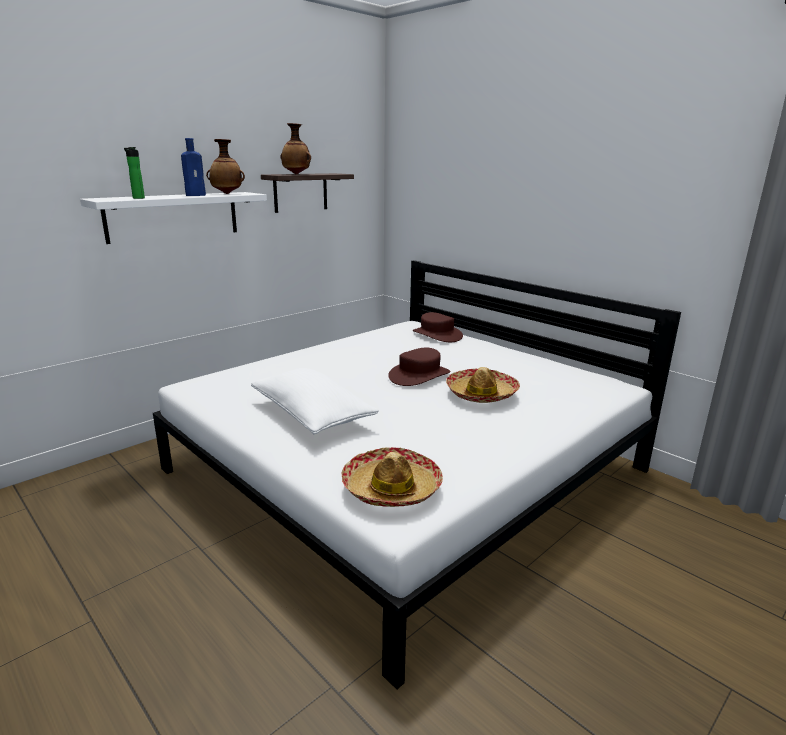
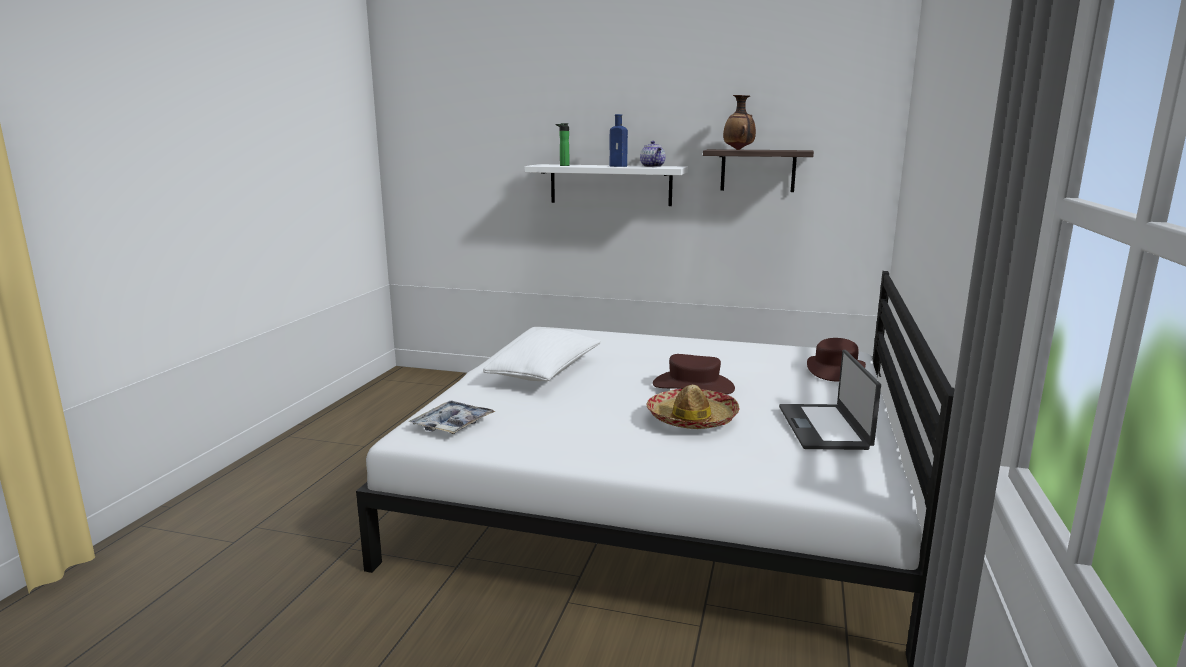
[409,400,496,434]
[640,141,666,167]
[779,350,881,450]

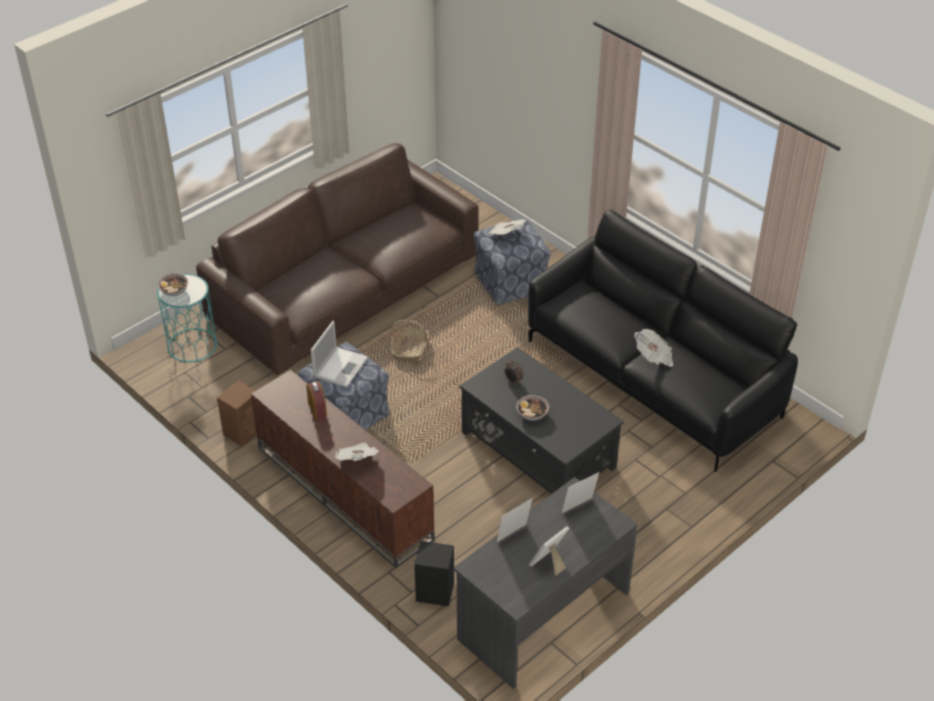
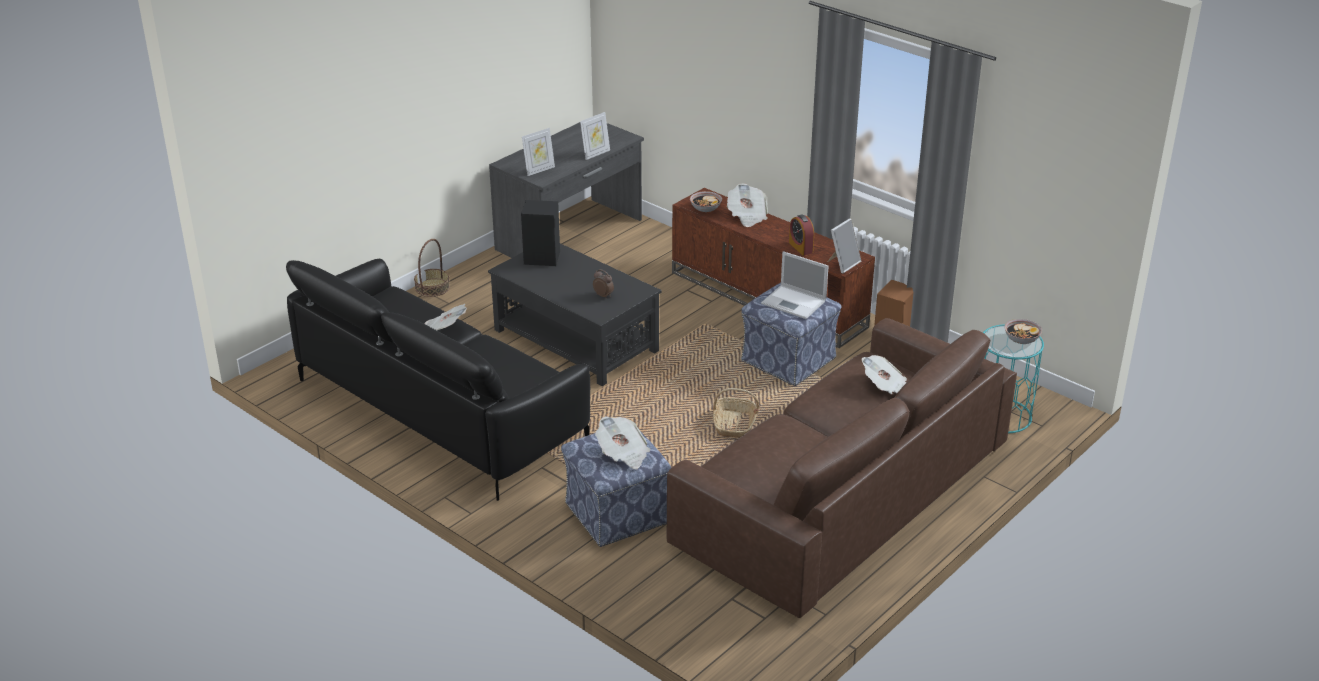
[414,239,450,297]
[521,200,560,266]
[690,191,722,212]
[761,251,829,319]
[828,218,861,273]
[862,355,907,394]

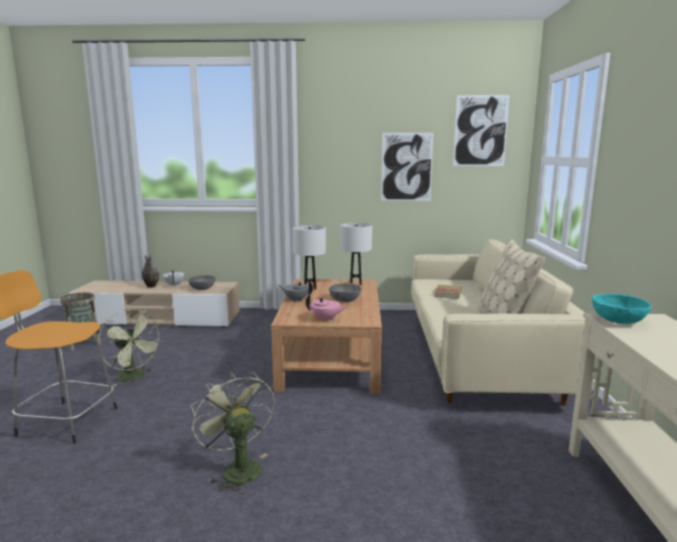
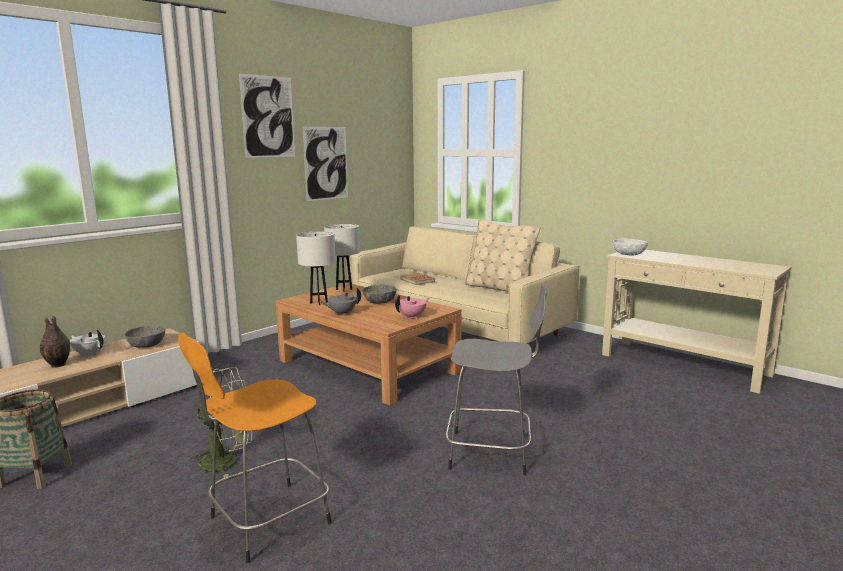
[239,73,295,158]
[445,285,547,475]
[613,238,648,256]

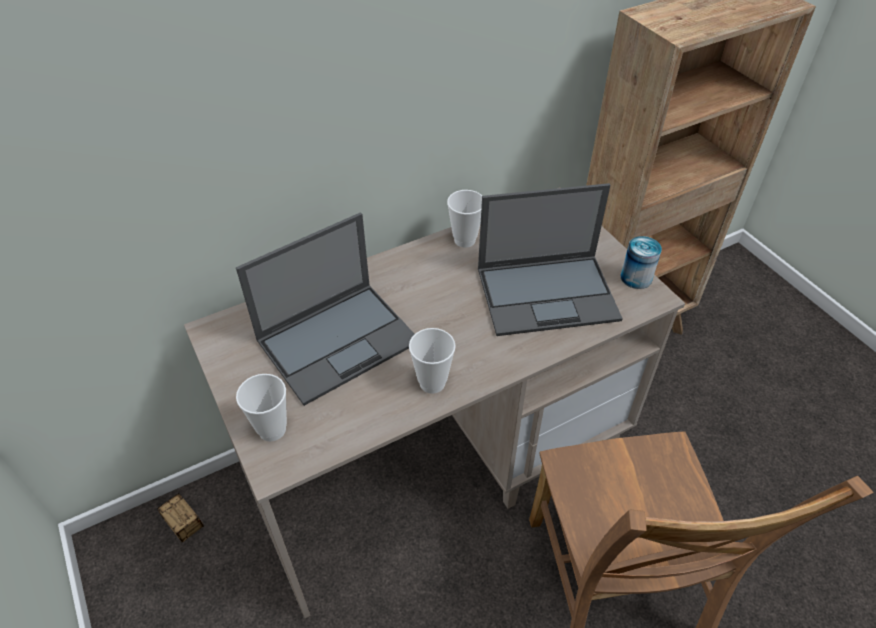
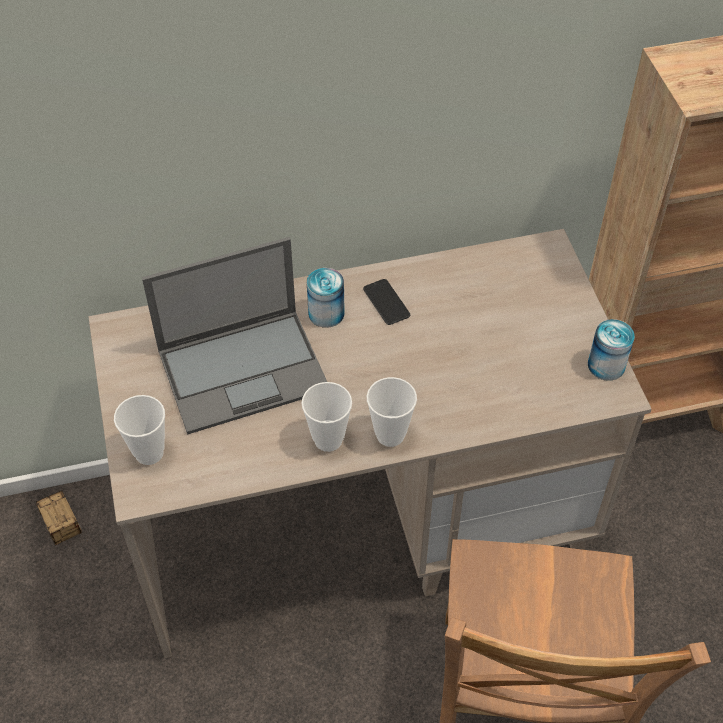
[307,268,345,328]
[363,279,410,325]
[367,377,417,447]
[478,183,623,336] (first image)

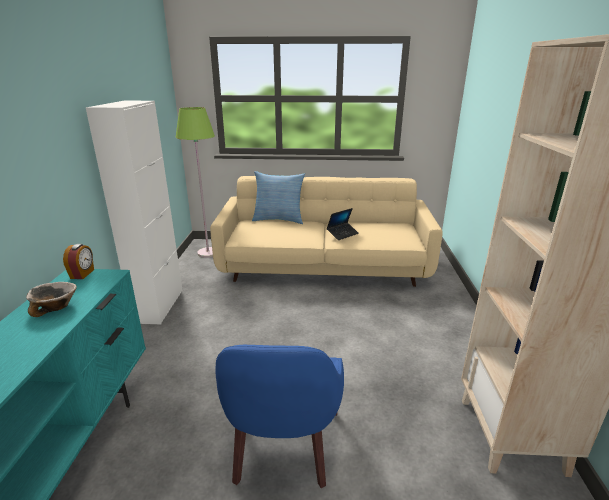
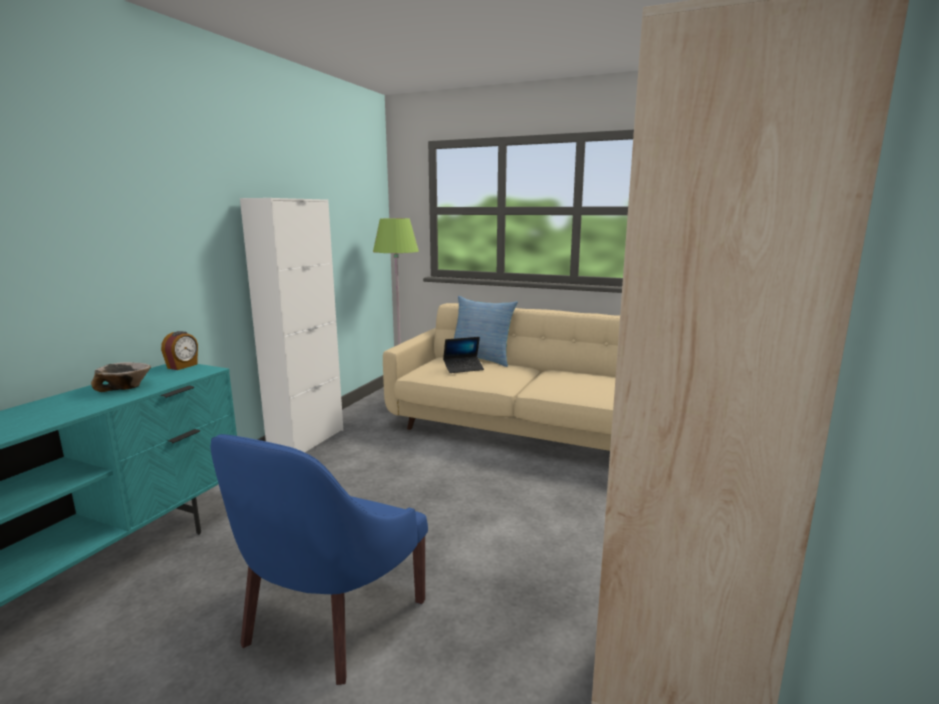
[443,337,484,373]

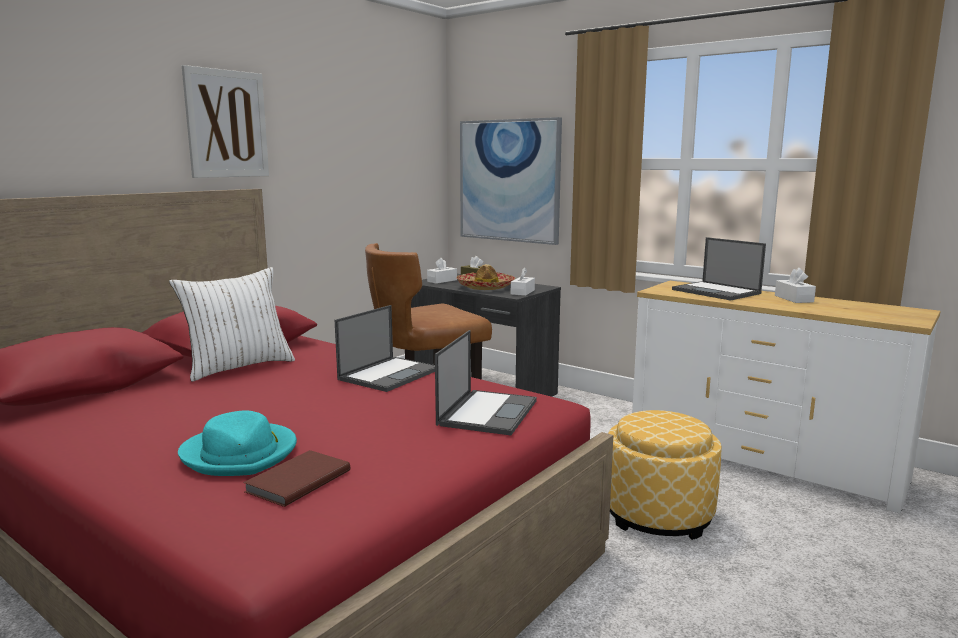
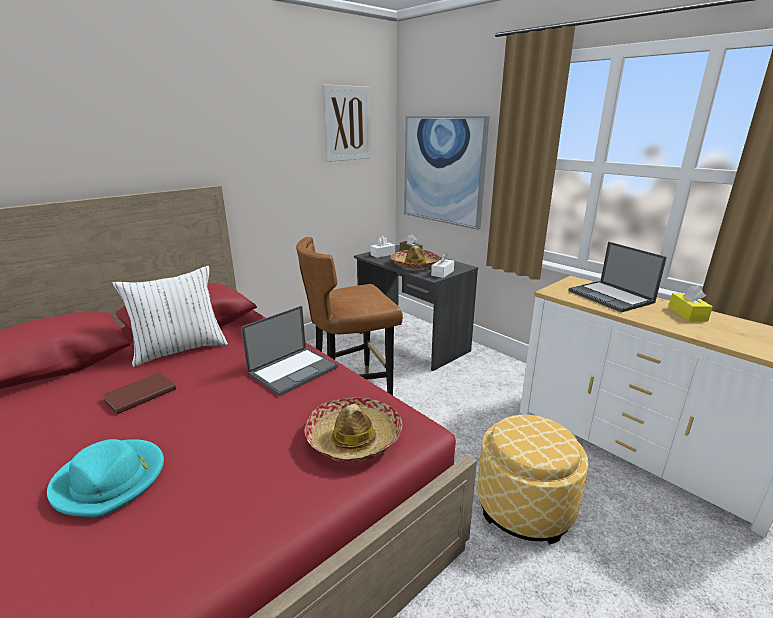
[102,372,176,414]
[304,398,403,462]
[322,84,371,162]
[669,285,713,321]

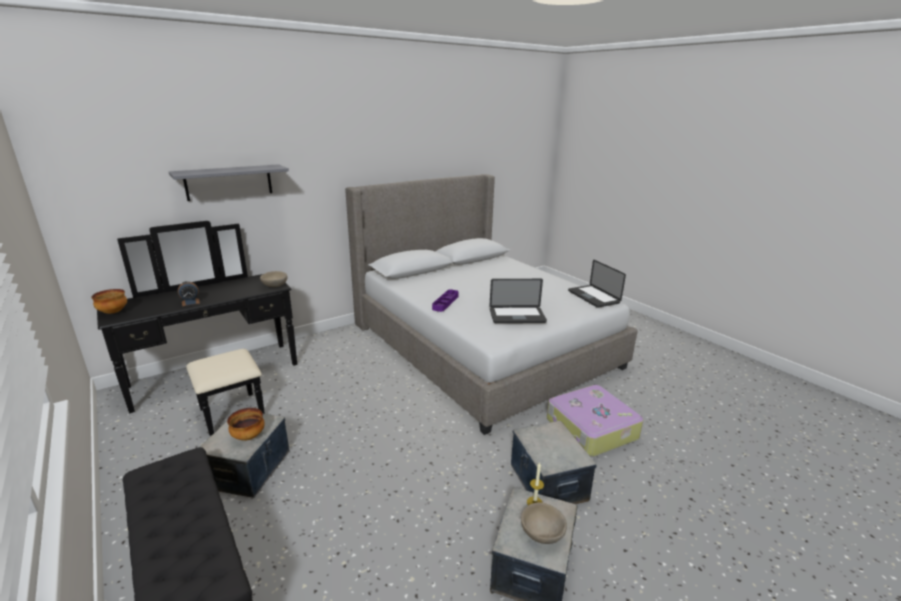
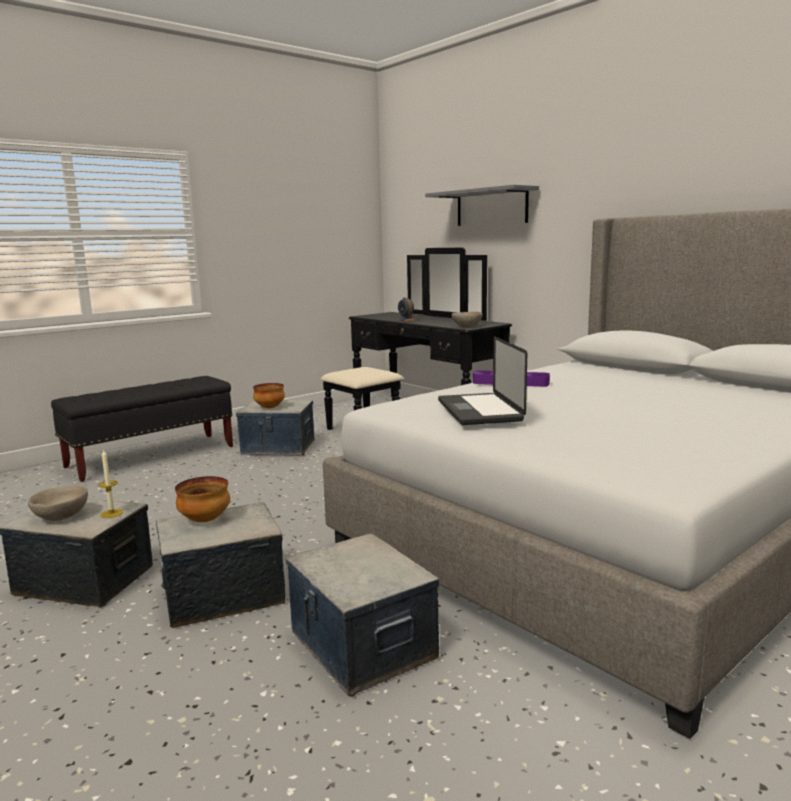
[175,476,230,522]
[286,533,440,697]
[568,260,626,308] (first image)

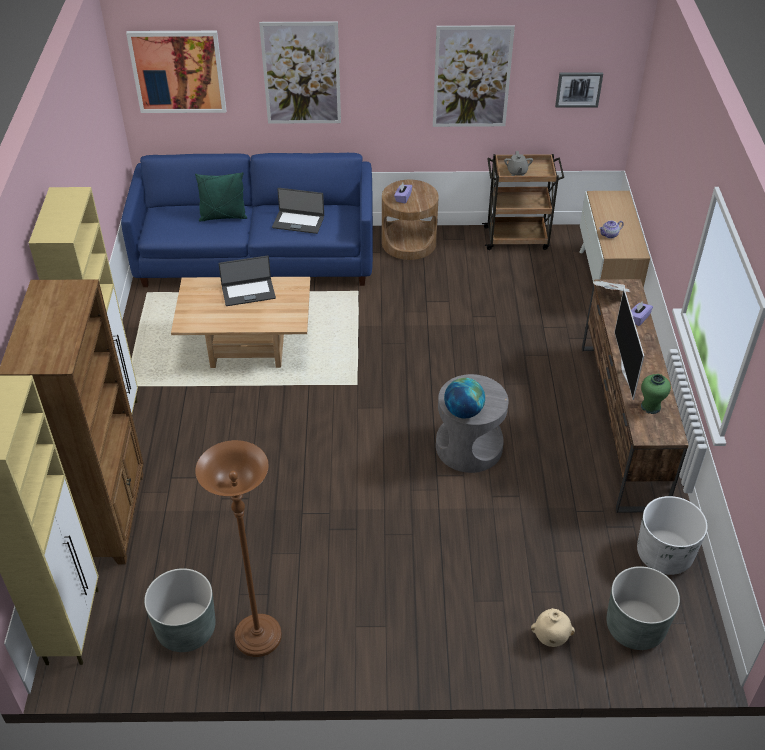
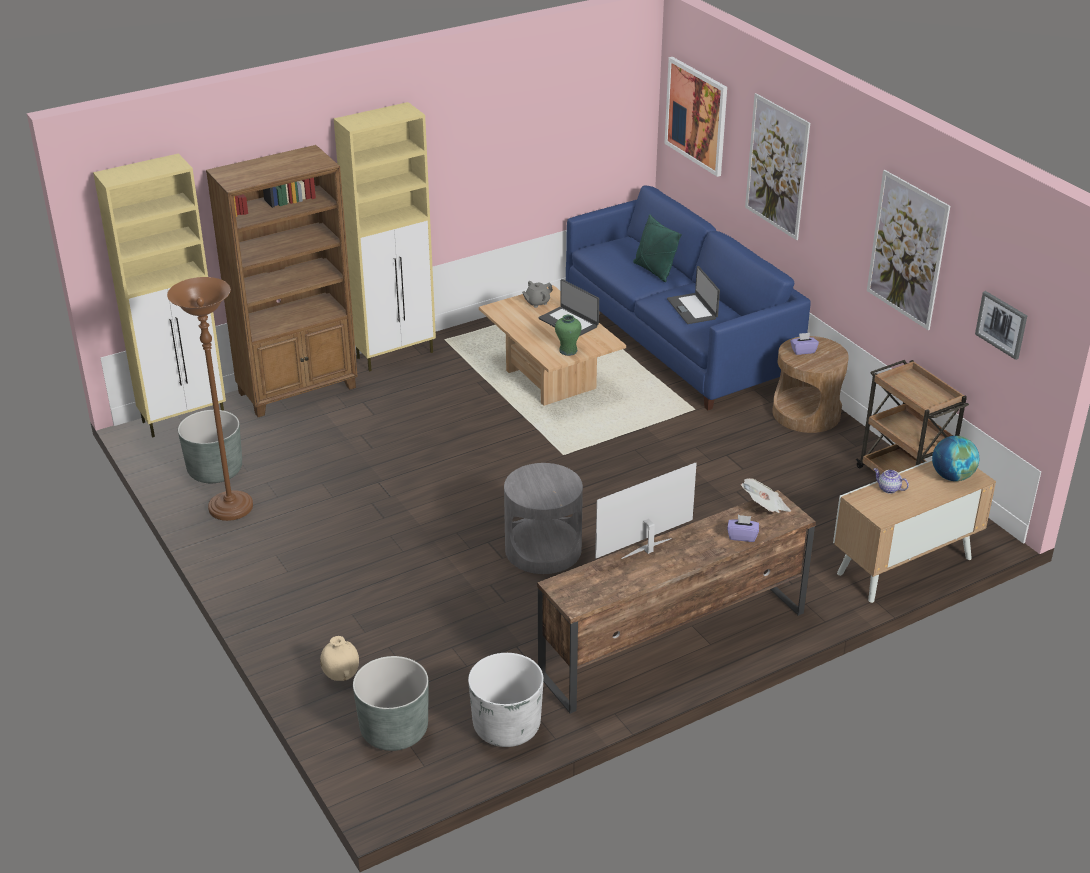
[522,281,553,308]
[555,315,582,356]
[932,436,979,481]

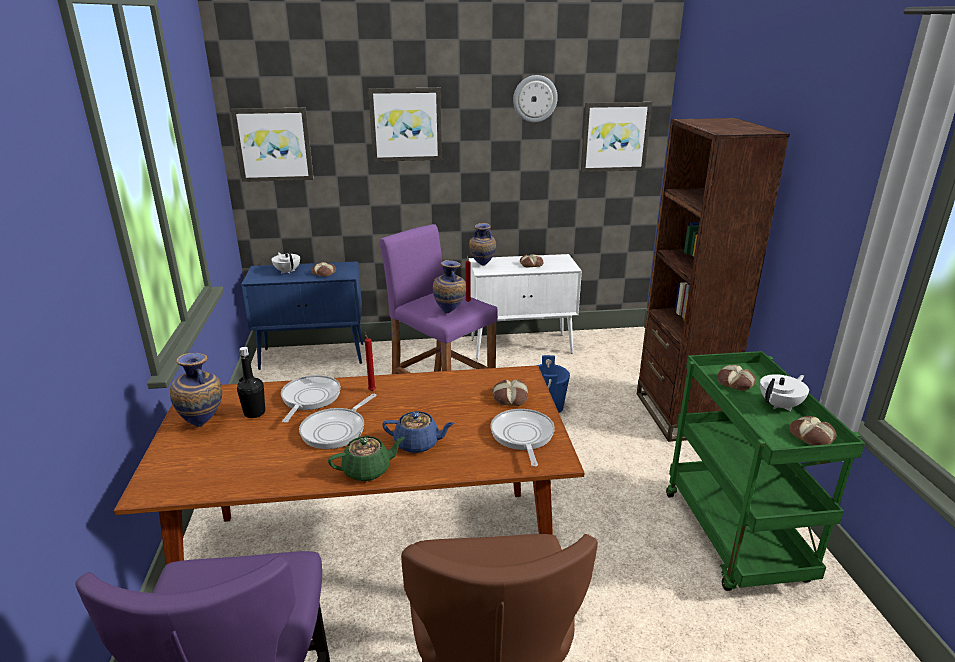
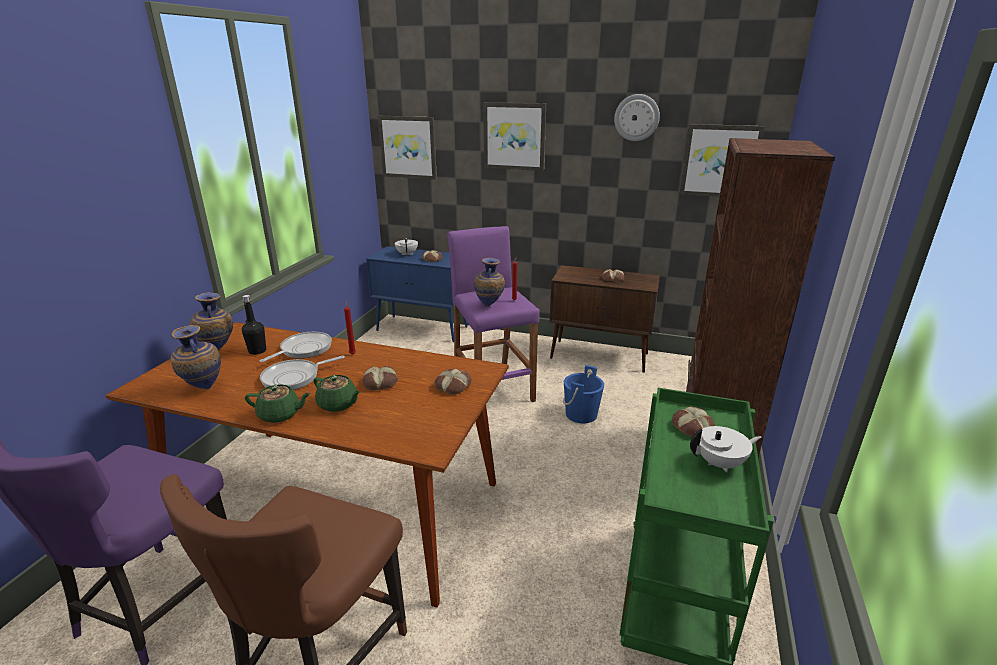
[171,325,221,389]
[313,375,360,412]
[363,366,398,391]
[550,265,660,373]
[490,409,555,467] (first image)

